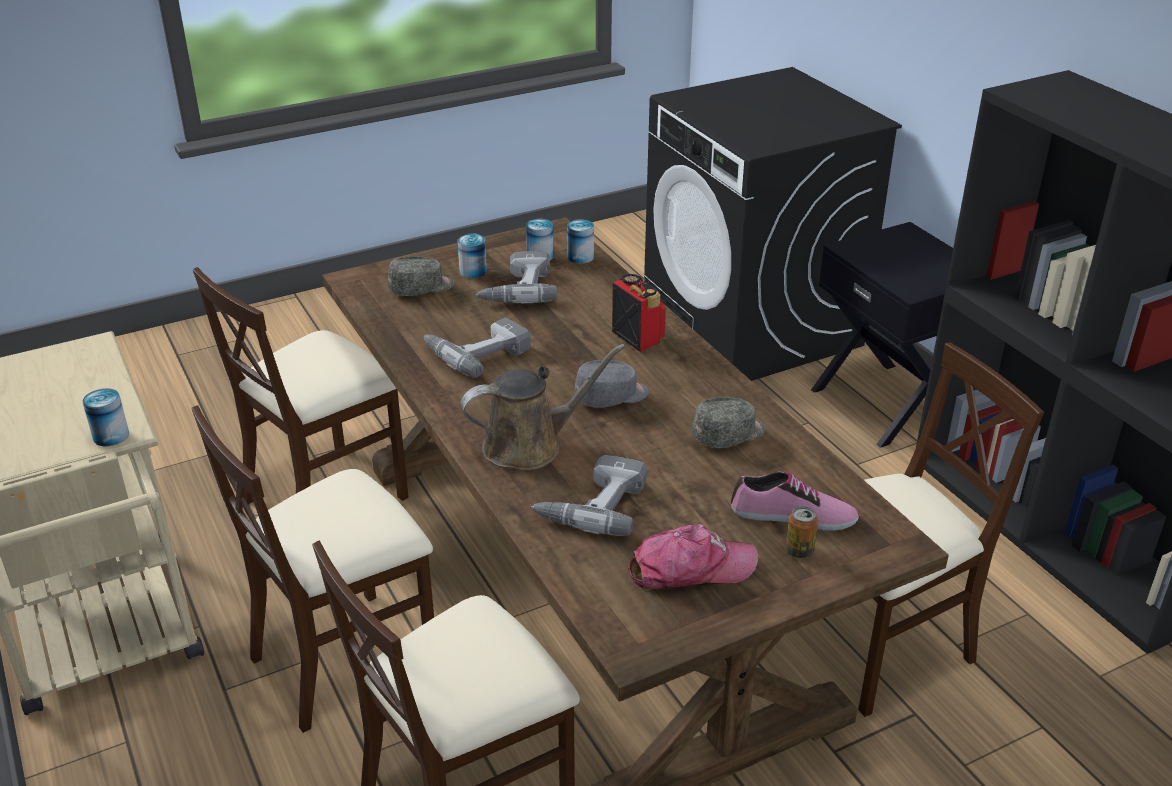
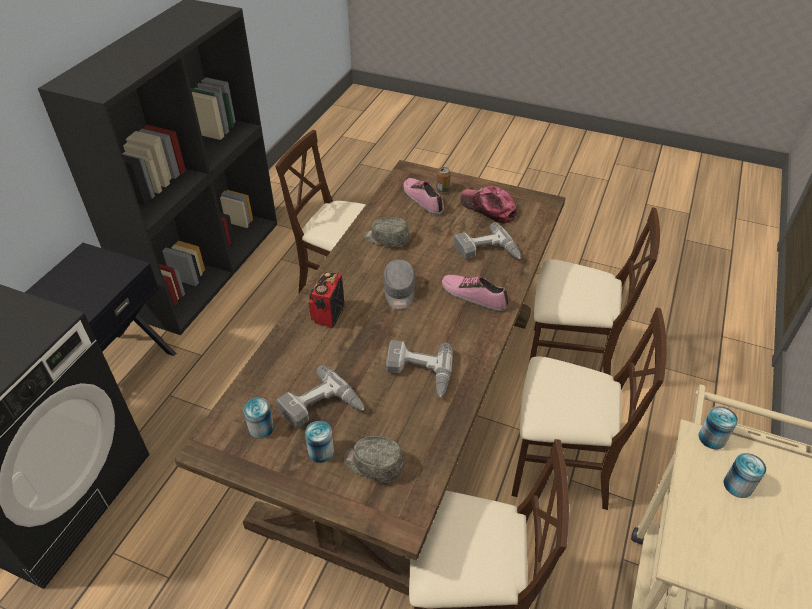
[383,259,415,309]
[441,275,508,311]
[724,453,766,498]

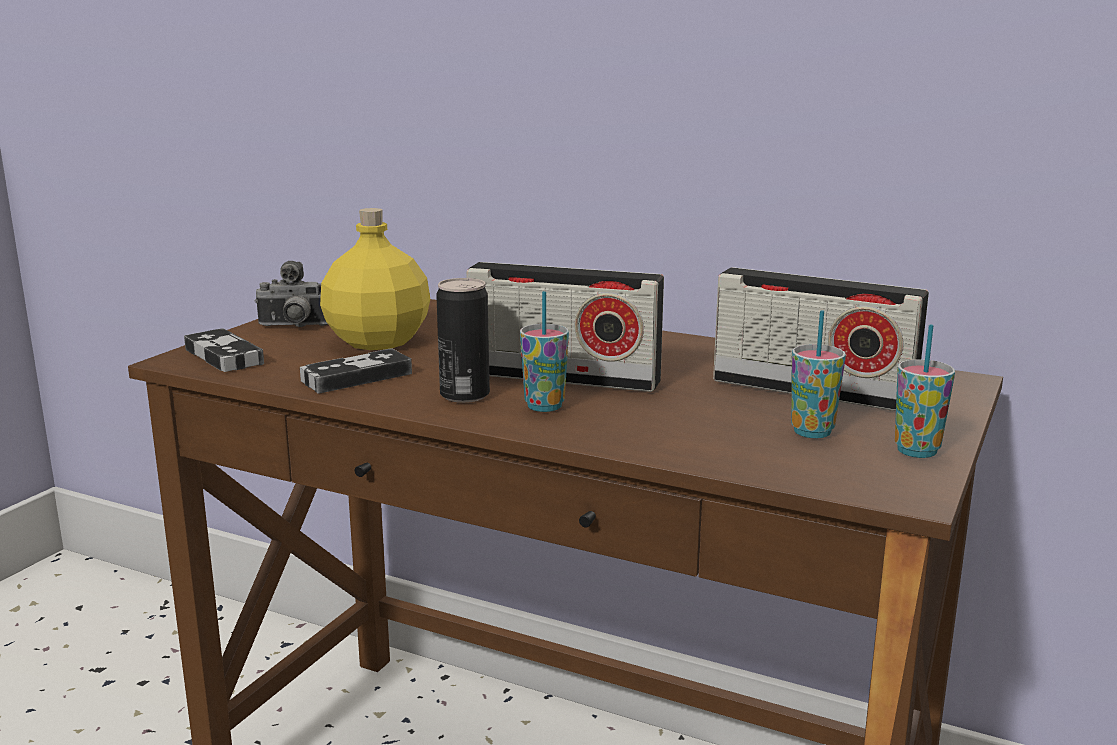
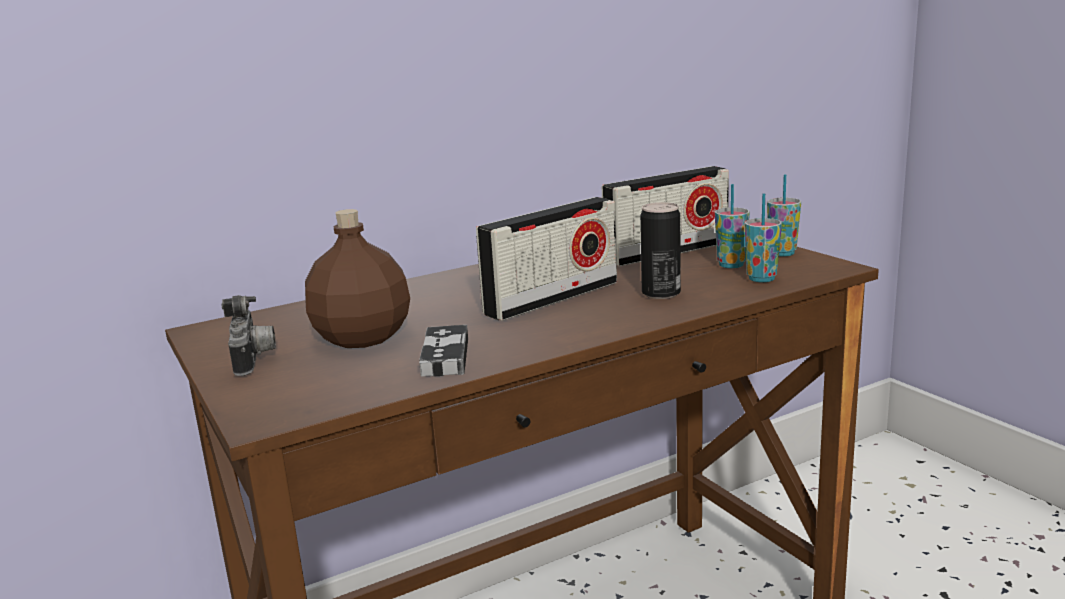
[222,295,276,376]
[305,209,410,348]
[640,202,681,299]
[745,193,782,282]
[184,328,264,372] (first image)

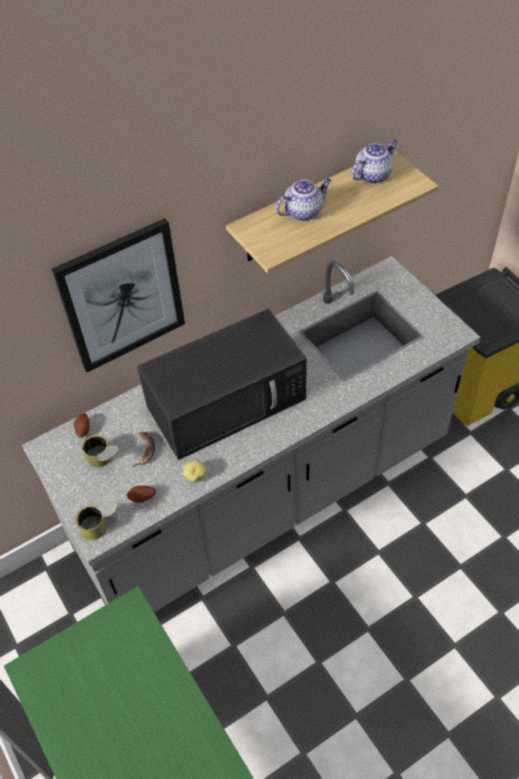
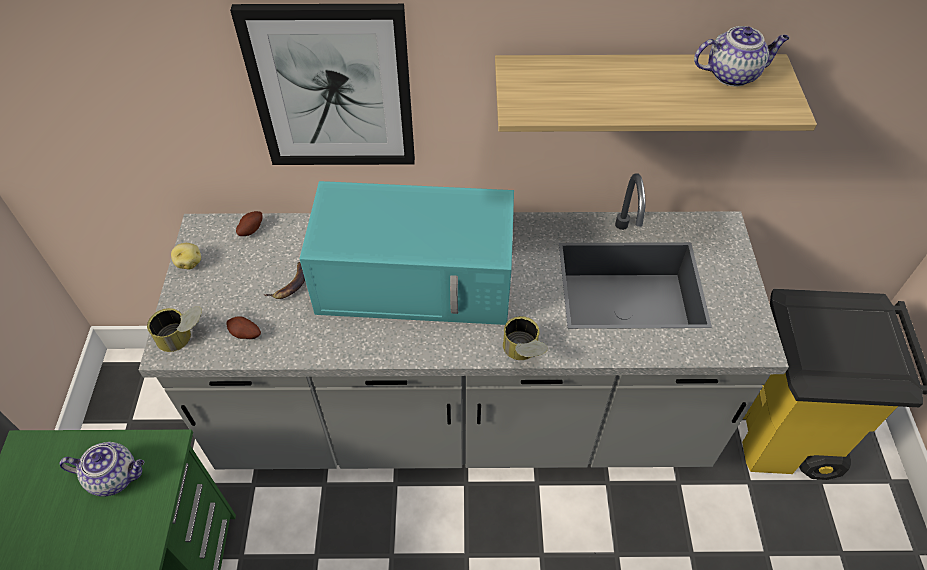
[60,442,144,497]
[171,243,201,269]
[299,181,514,325]
[503,316,548,360]

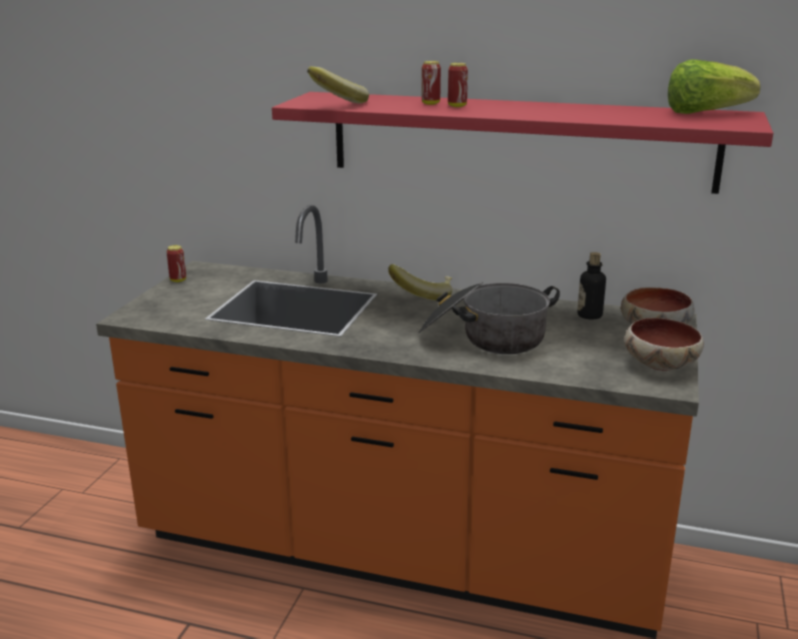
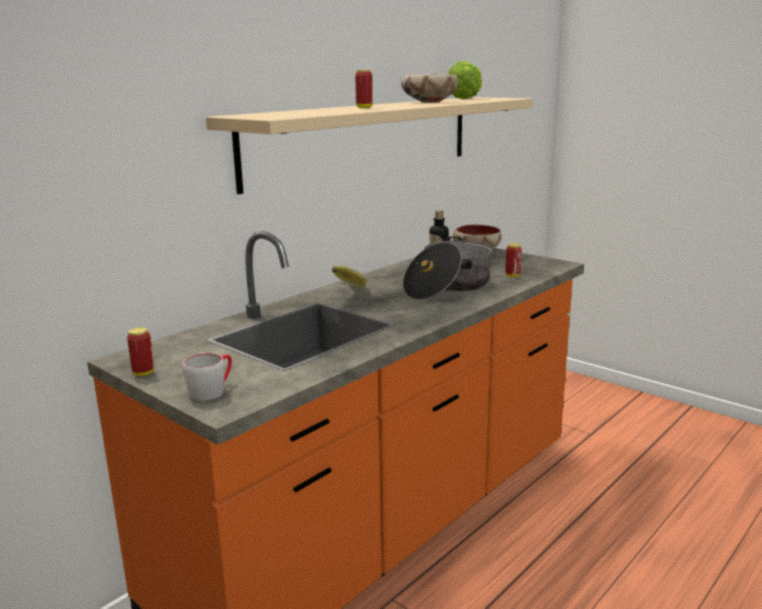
[183,353,232,401]
[206,97,533,194]
[401,74,458,103]
[505,243,522,277]
[307,66,369,104] (first image)

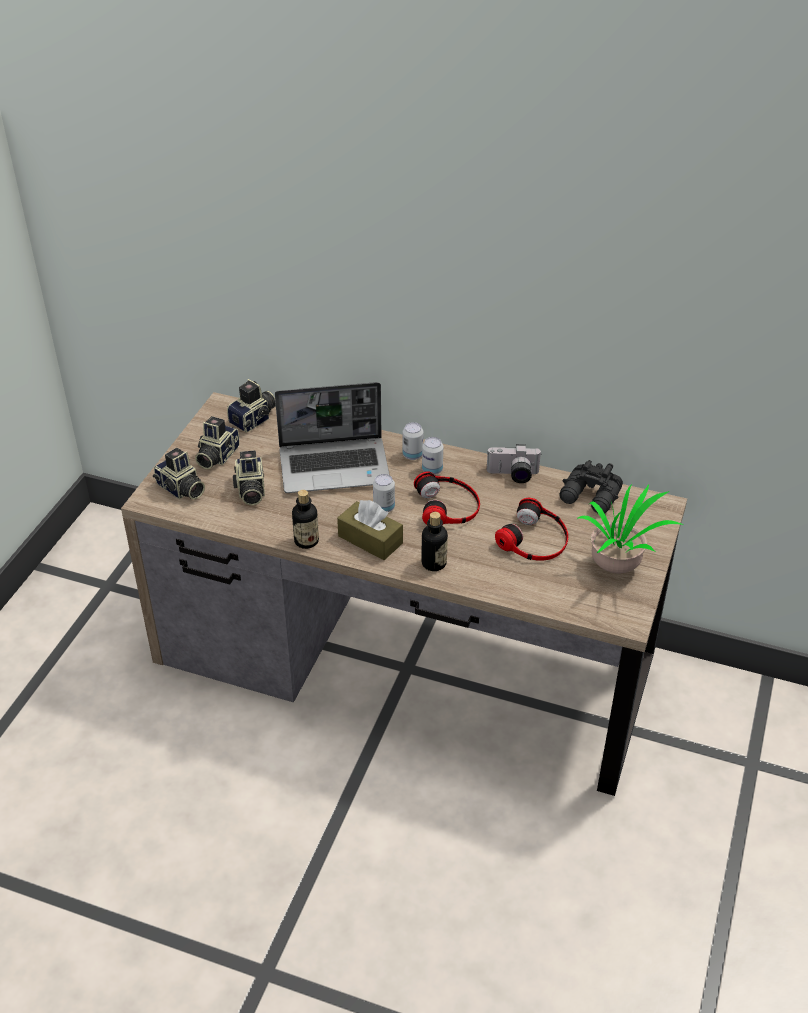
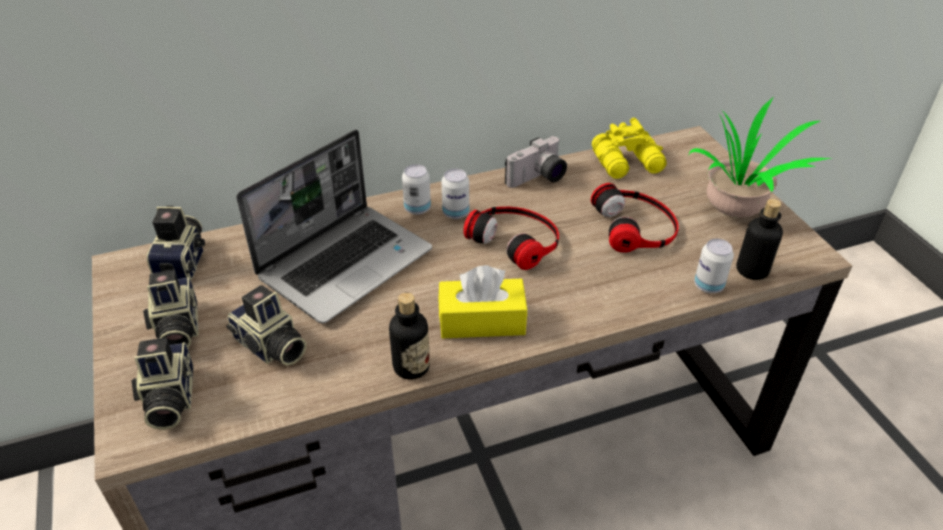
[132,338,193,430]
[438,265,527,338]
[592,118,667,179]
[694,239,734,293]
[736,199,783,280]

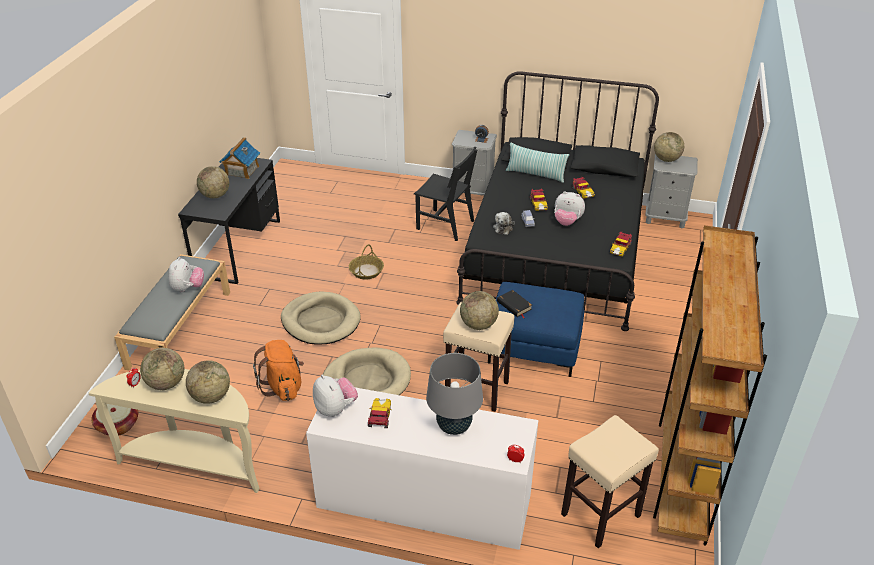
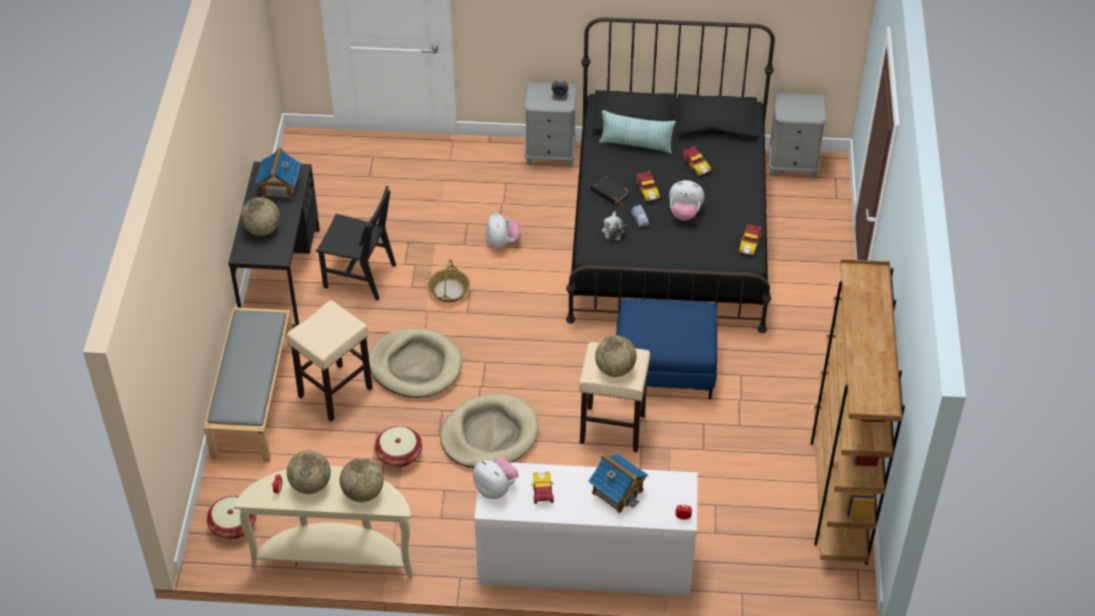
[287,300,373,422]
[316,186,396,301]
[375,426,422,468]
[486,213,521,248]
[588,453,648,513]
[591,175,629,206]
[654,132,684,162] (first image)

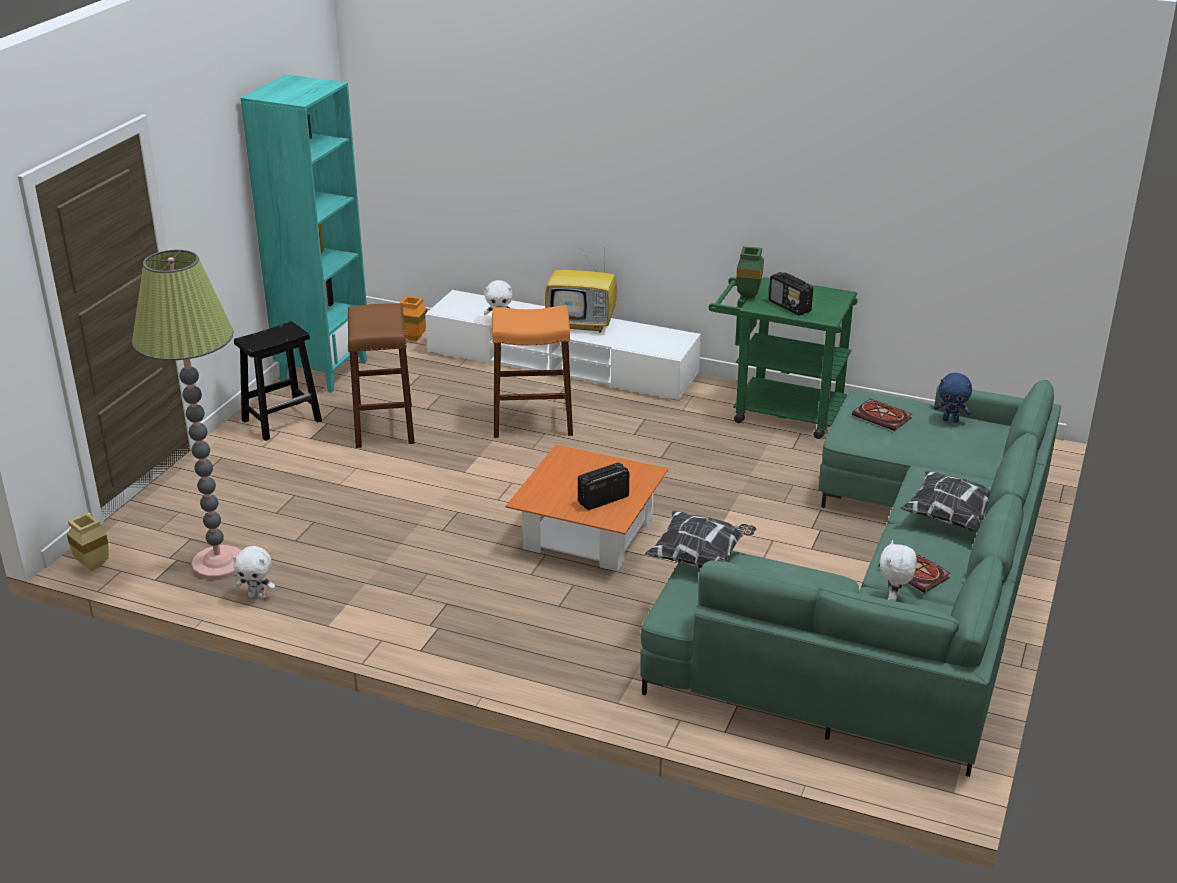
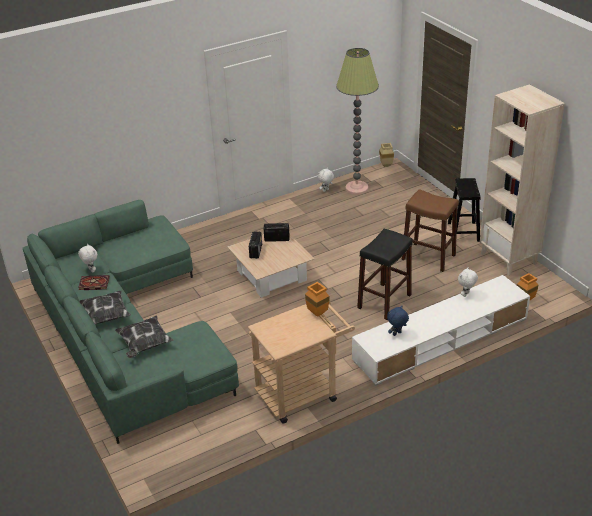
[115,315,173,358]
[227,234,314,298]
[248,301,355,424]
[264,223,290,242]
[305,282,329,317]
[357,229,413,320]
[387,306,409,336]
[480,84,565,276]
[545,243,617,332] (first image)
[852,399,912,431] (first image)

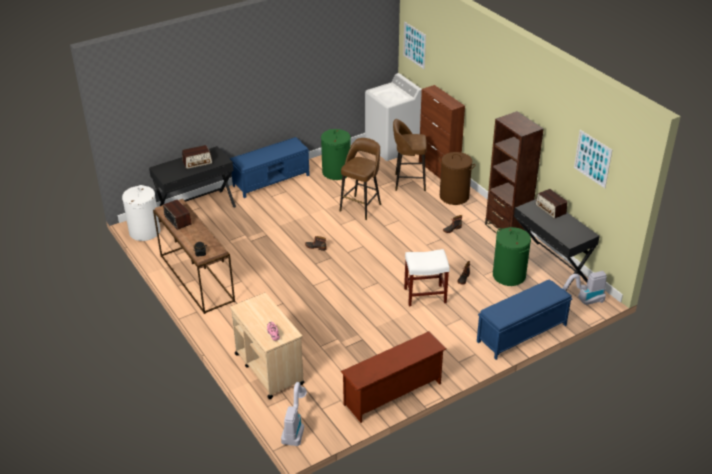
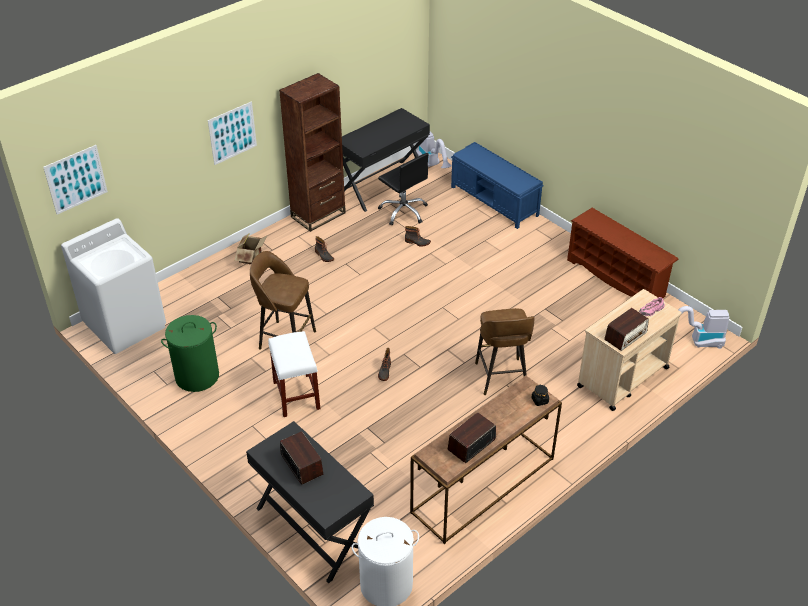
[208,101,257,165]
[235,233,268,264]
[268,331,320,417]
[378,153,429,225]
[475,308,535,395]
[604,308,649,351]
[230,137,310,198] (first image)
[419,85,465,179] (first image)

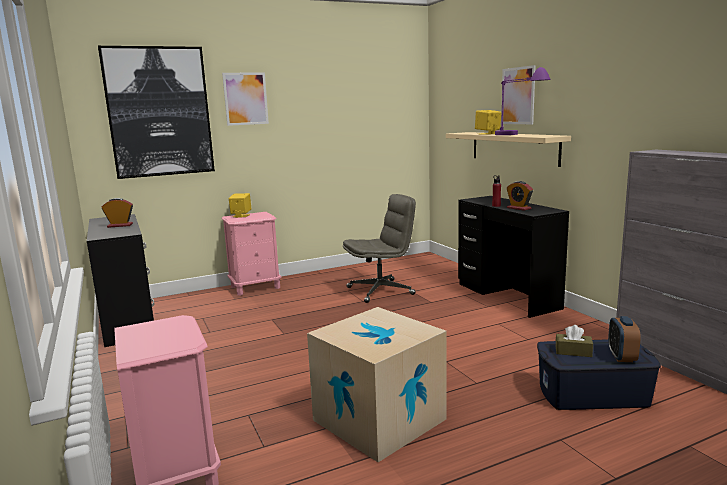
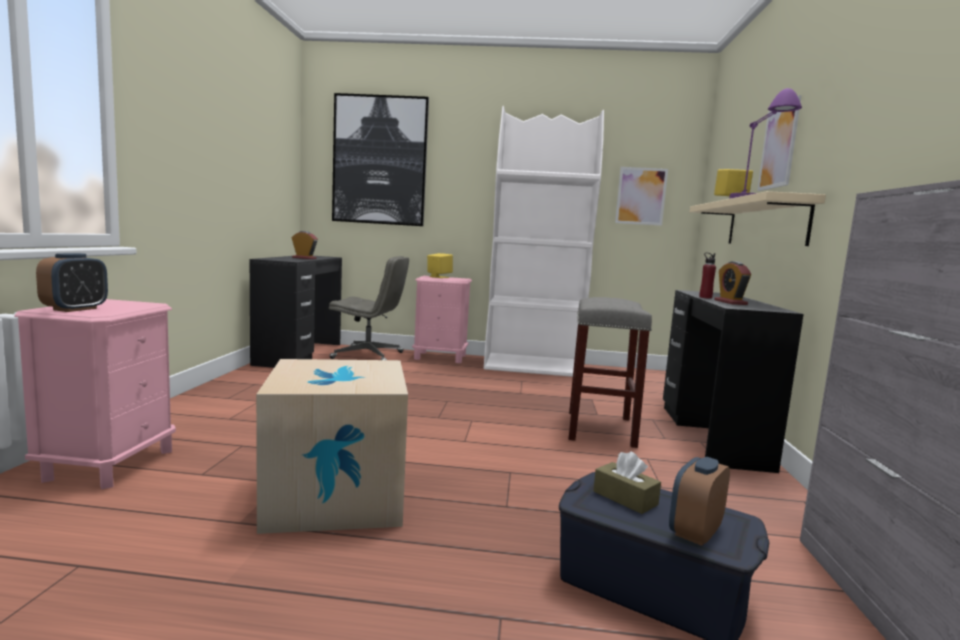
[36,253,108,312]
[329,256,409,360]
[484,106,604,377]
[569,297,652,448]
[615,167,668,226]

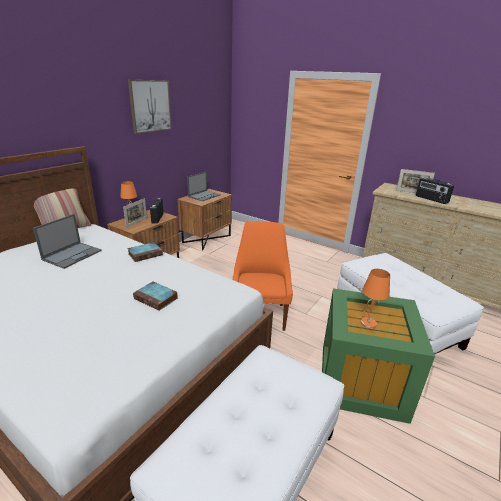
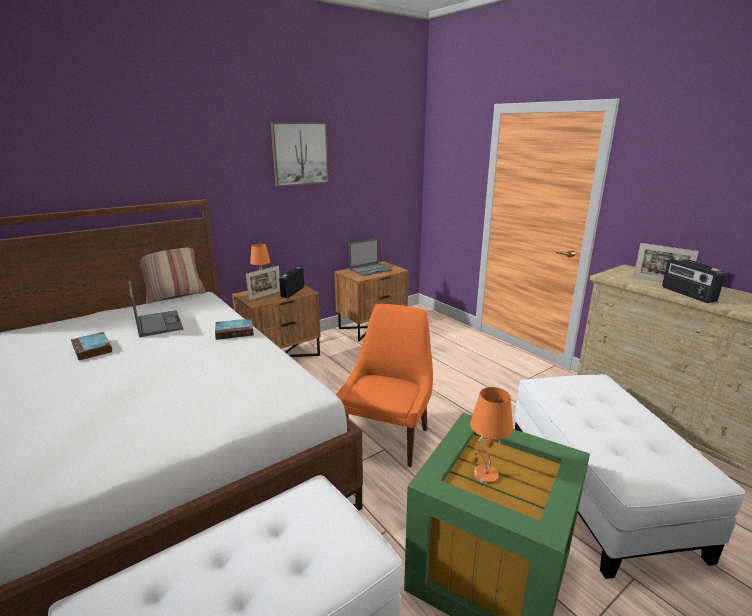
[71,332,112,361]
[129,281,183,337]

